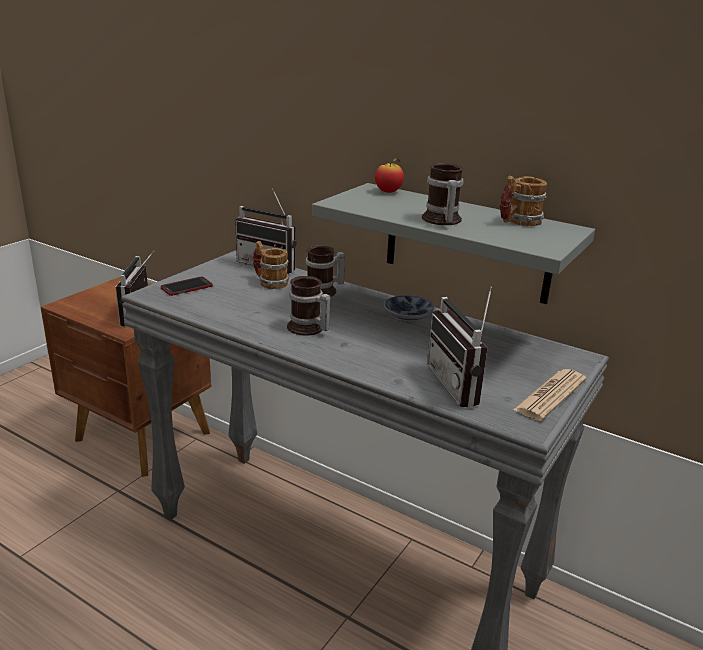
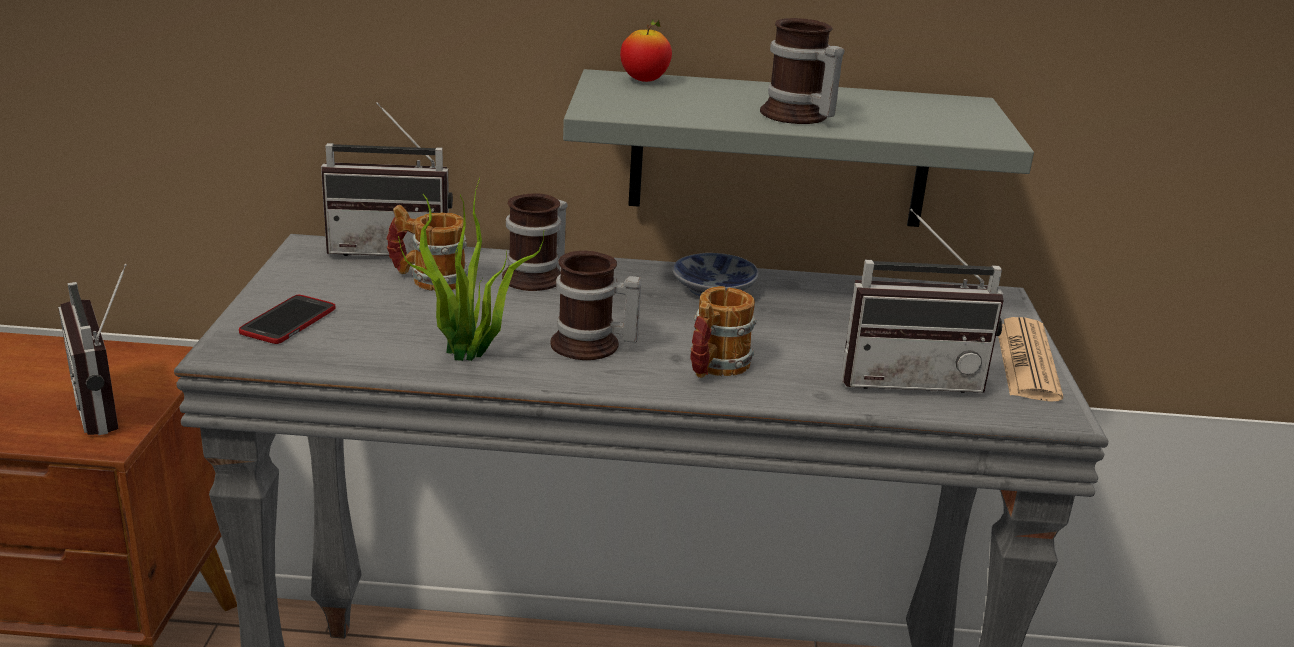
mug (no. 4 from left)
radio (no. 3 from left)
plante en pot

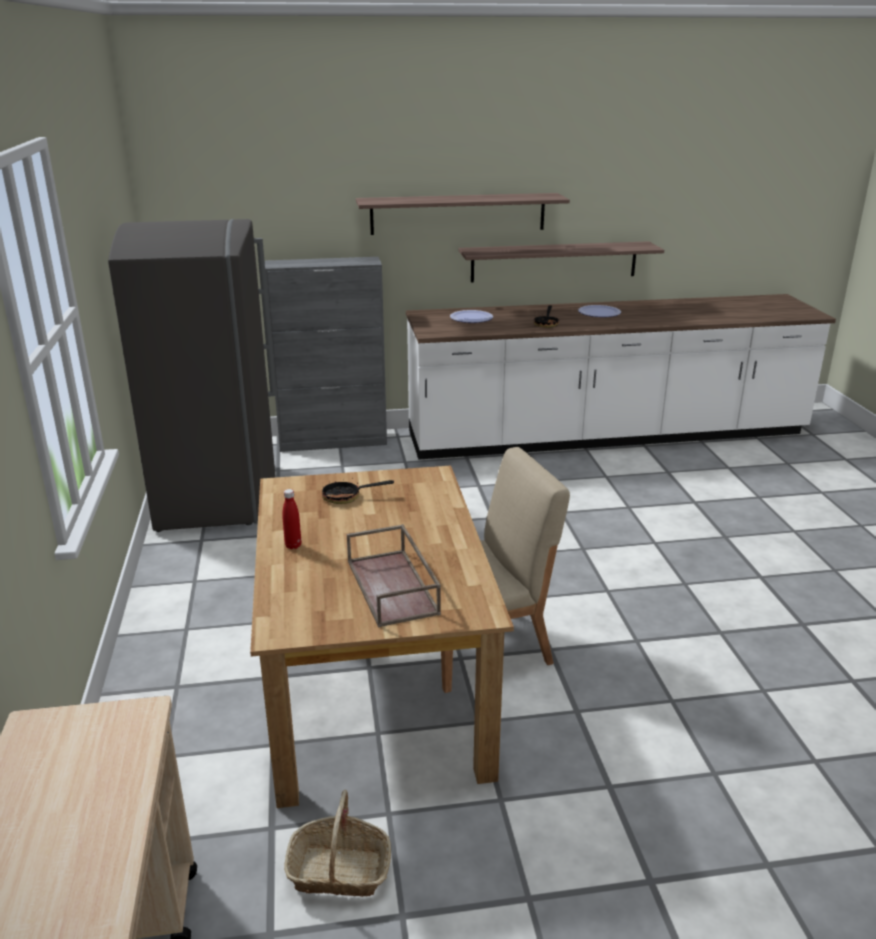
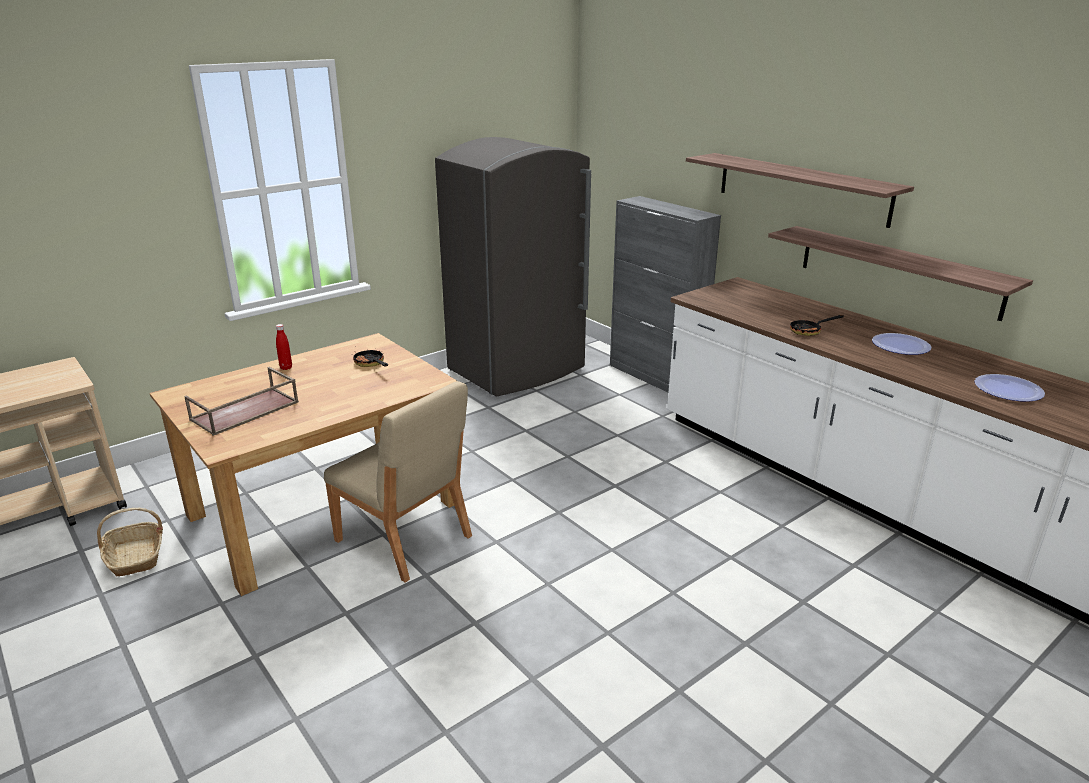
assiette (no. 2 from left)

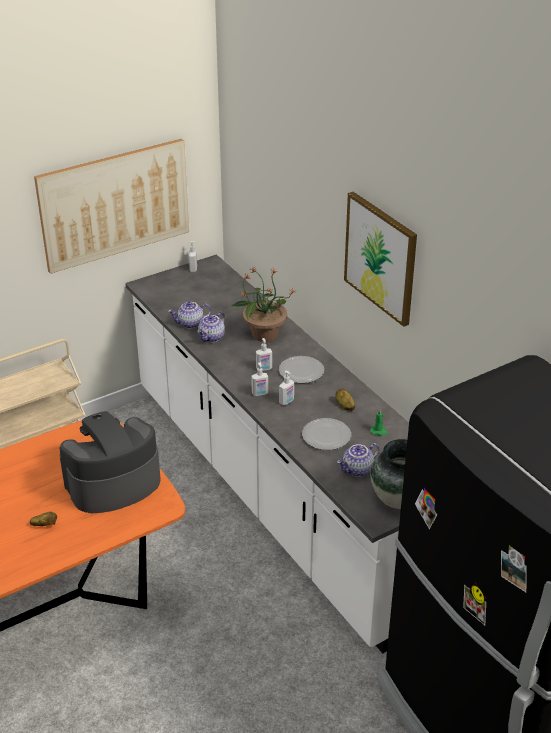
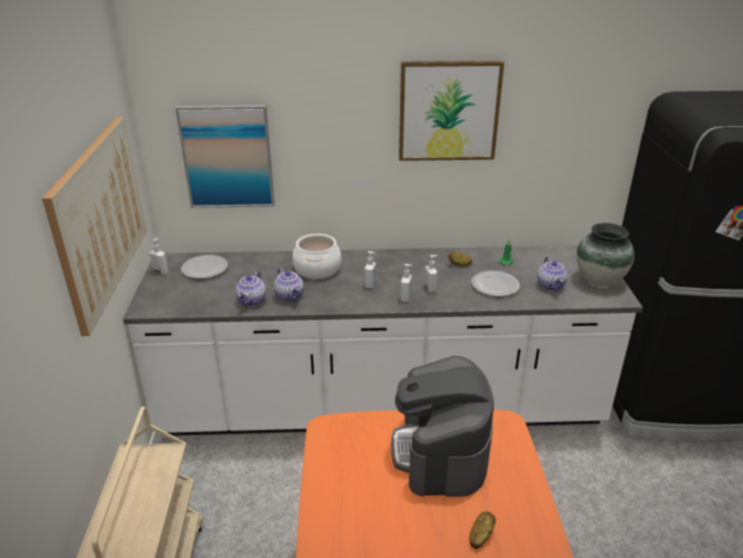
marmite
assiette (no. 1 from left)
tableau (no. 2 from left)

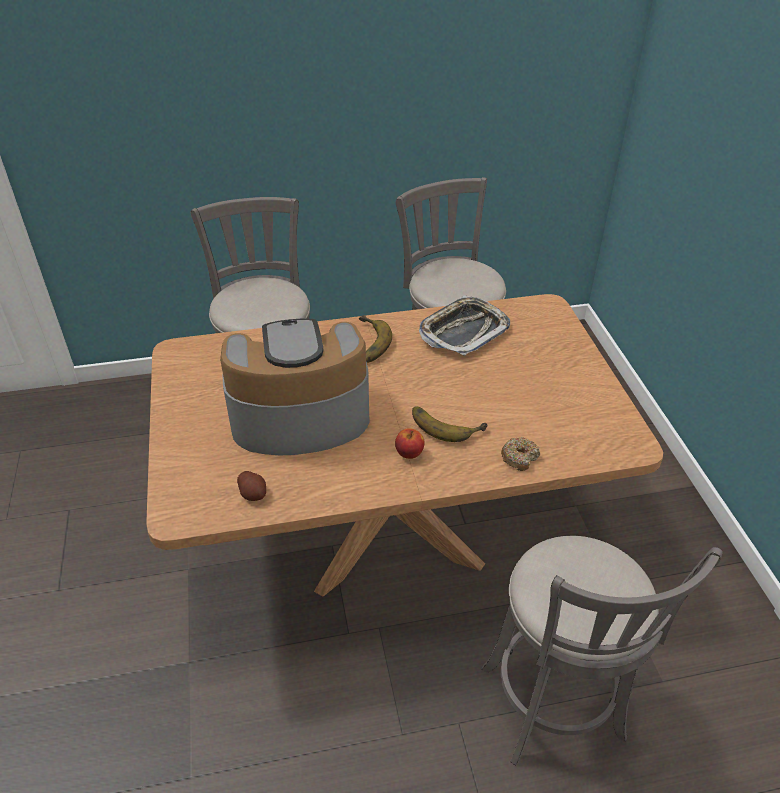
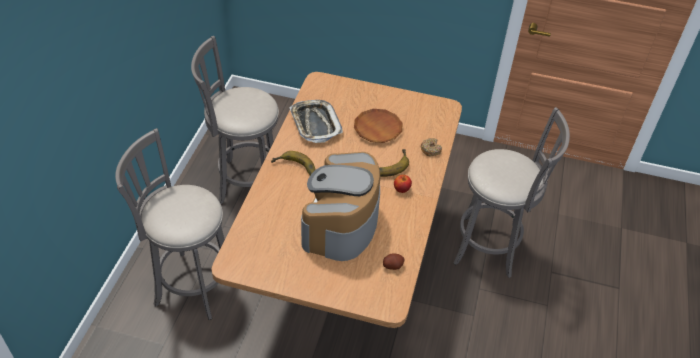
assiette/marron

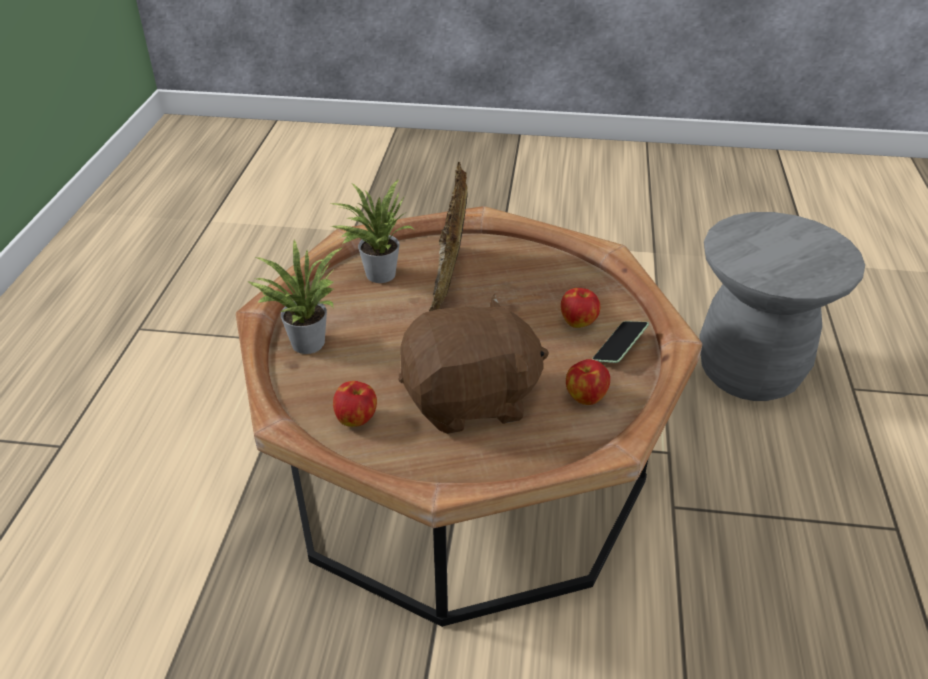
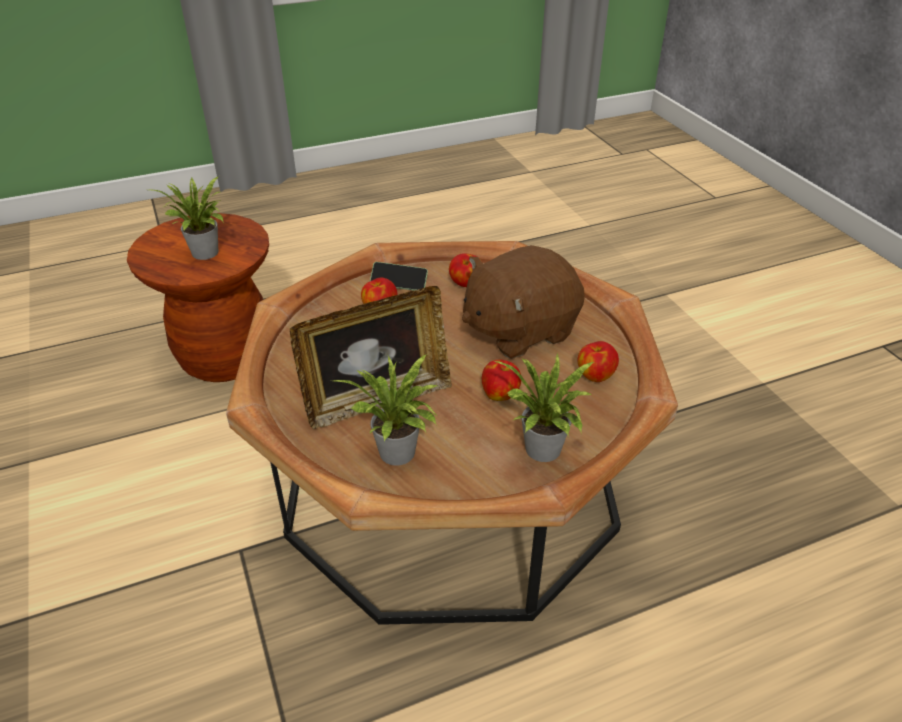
tabouret/marron
peluche/marron
plante en pot (no. 1 from left)
pomme (no. 3 from left)

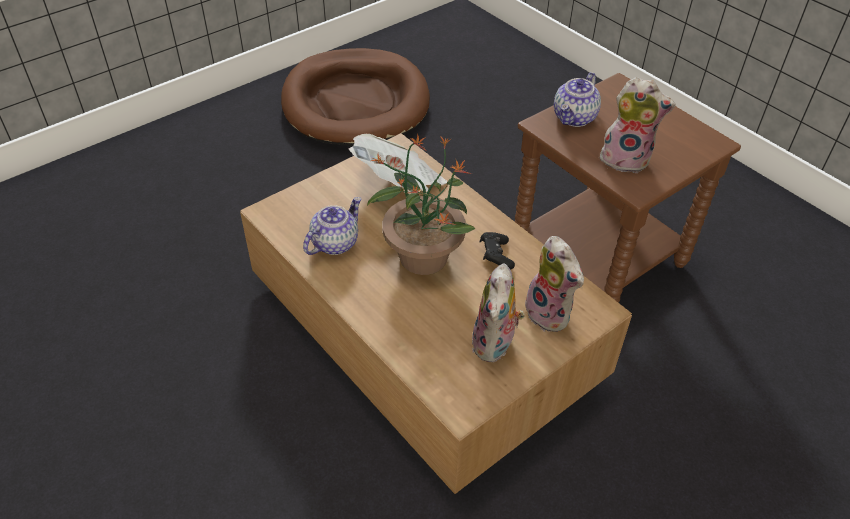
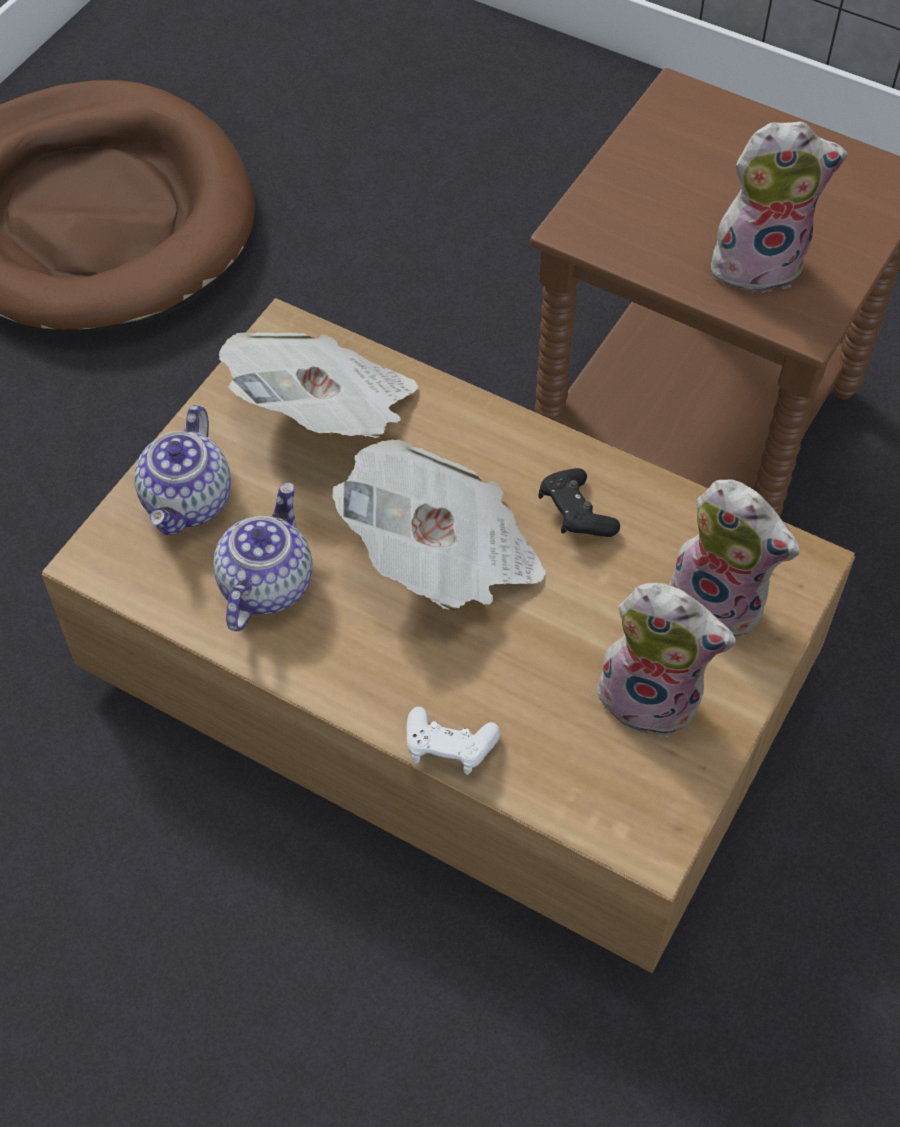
théière (no. 1 from left)
journal (no. 2 from left)
peluche (no. 1 from left)
manette/blanc

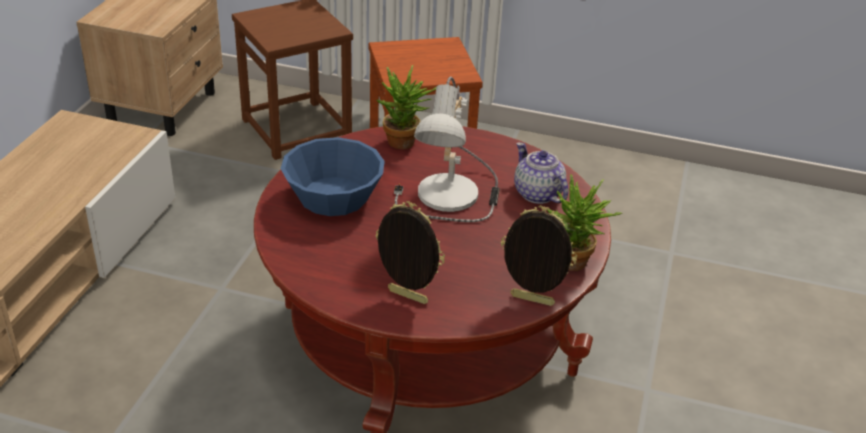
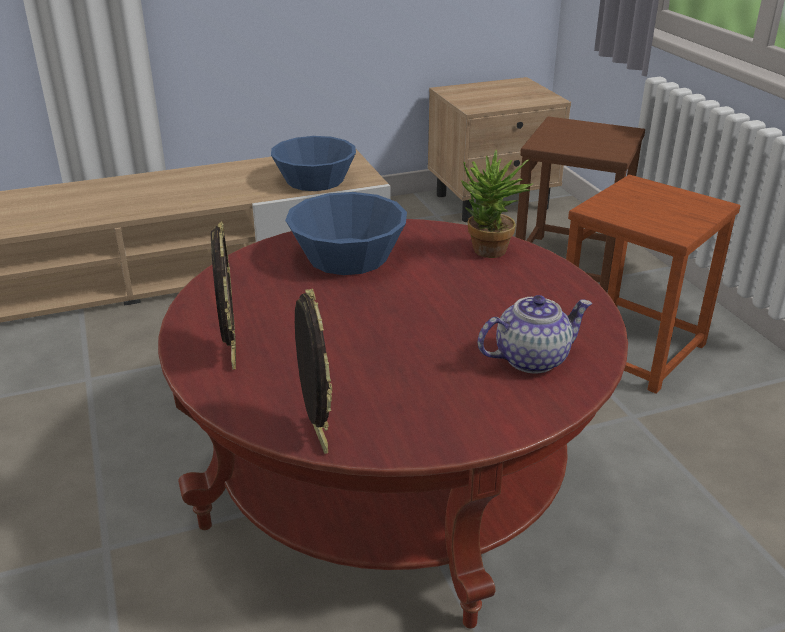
lampe de table
théière
plante en pot (no. 2 from left in the first image)
bol/bleu (no. 1 from left)

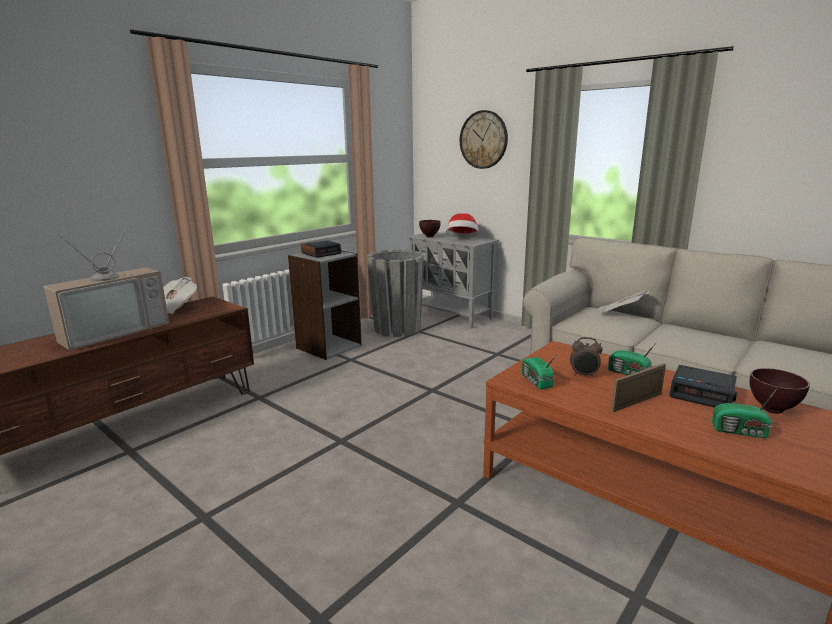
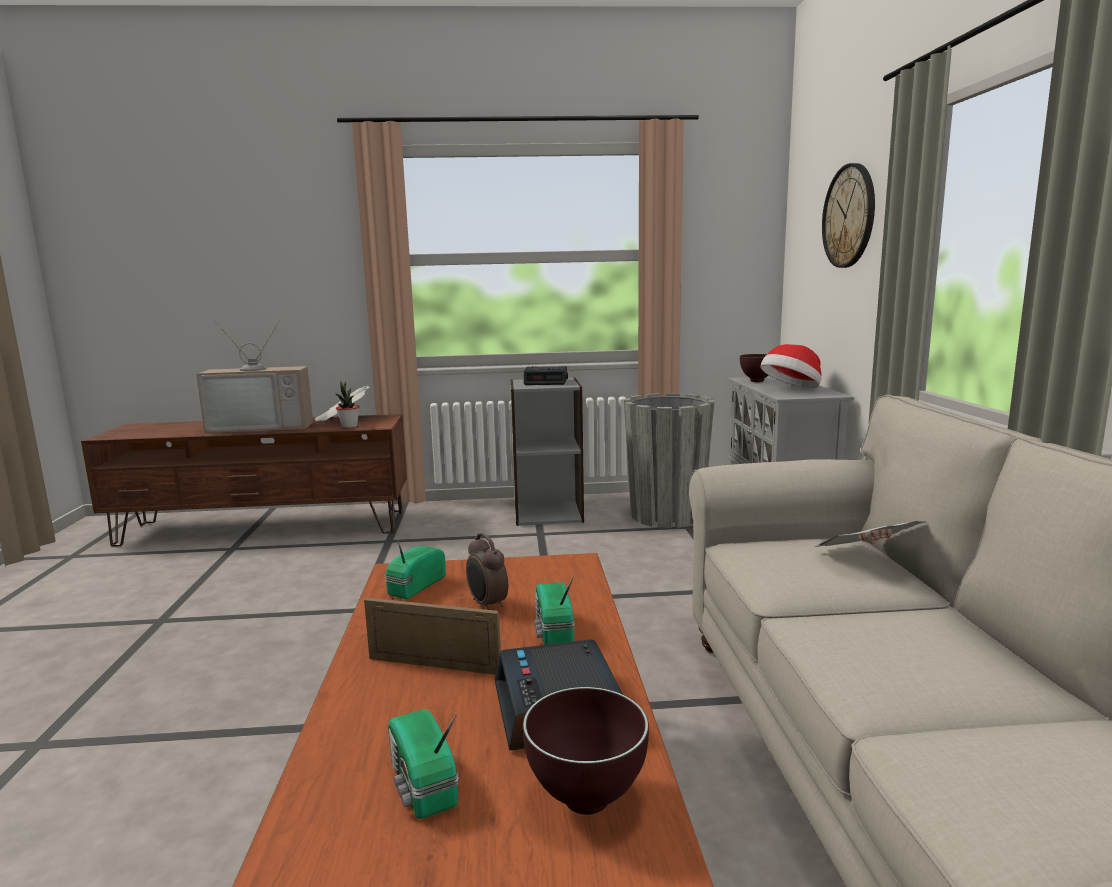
plante en pot

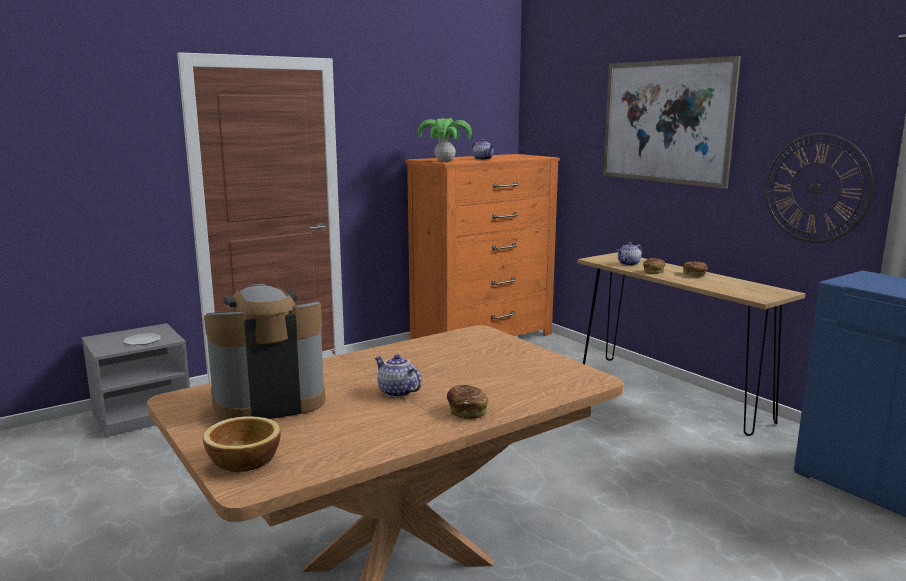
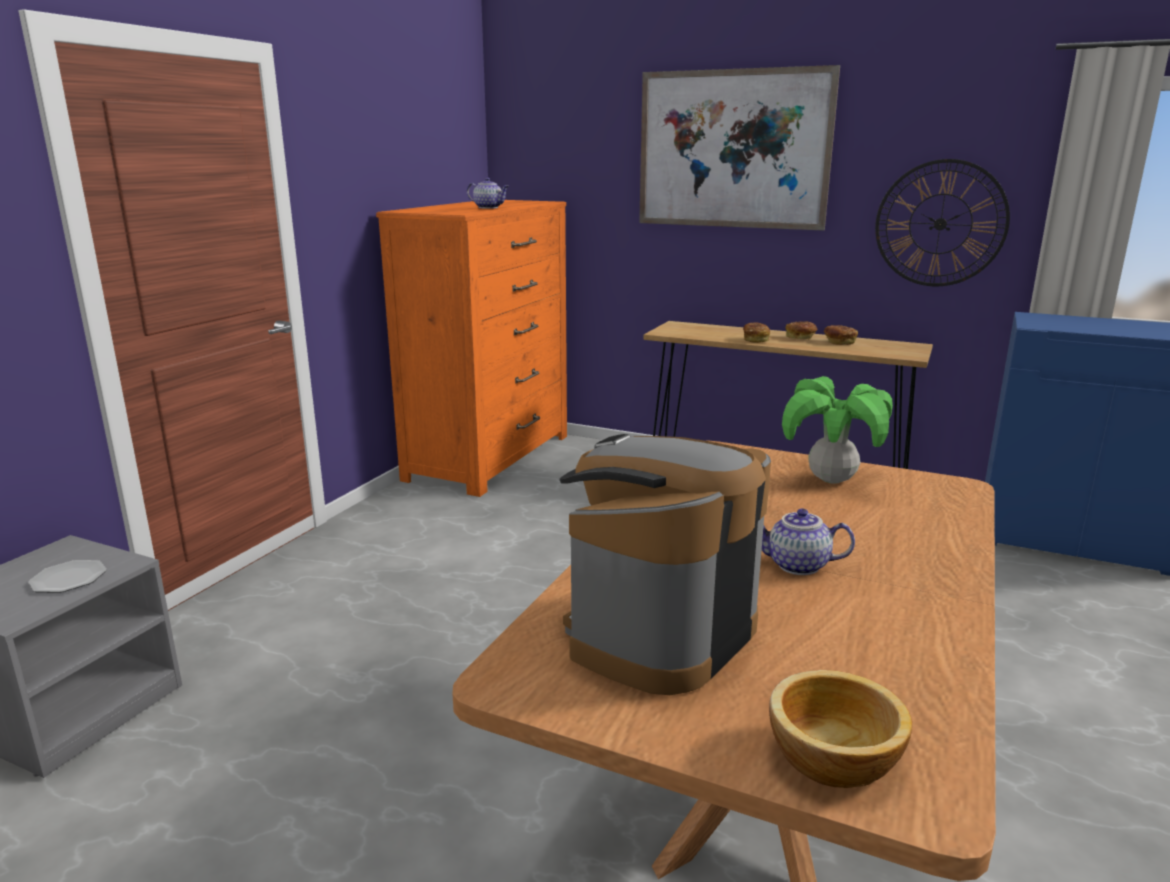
plante en pot
théière (no. 3 from left in the first image)
pain (no. 3 from left)

